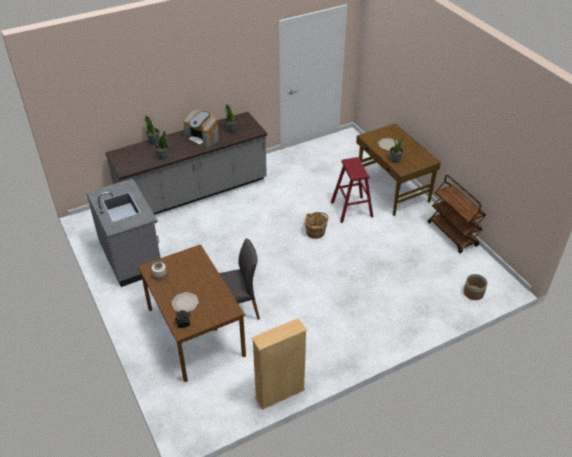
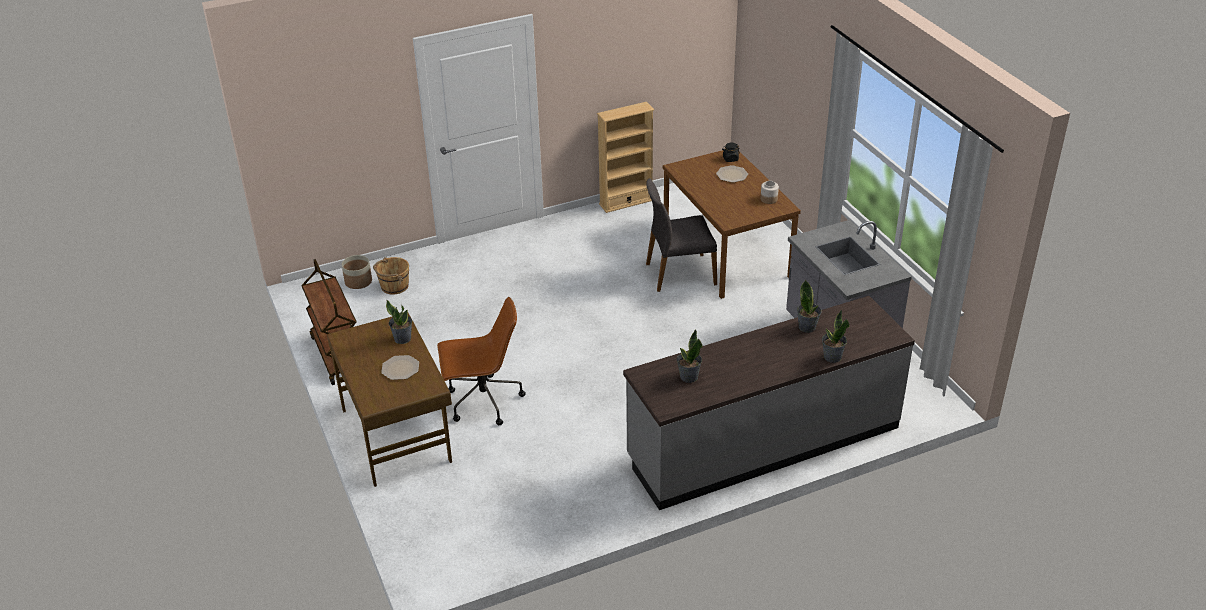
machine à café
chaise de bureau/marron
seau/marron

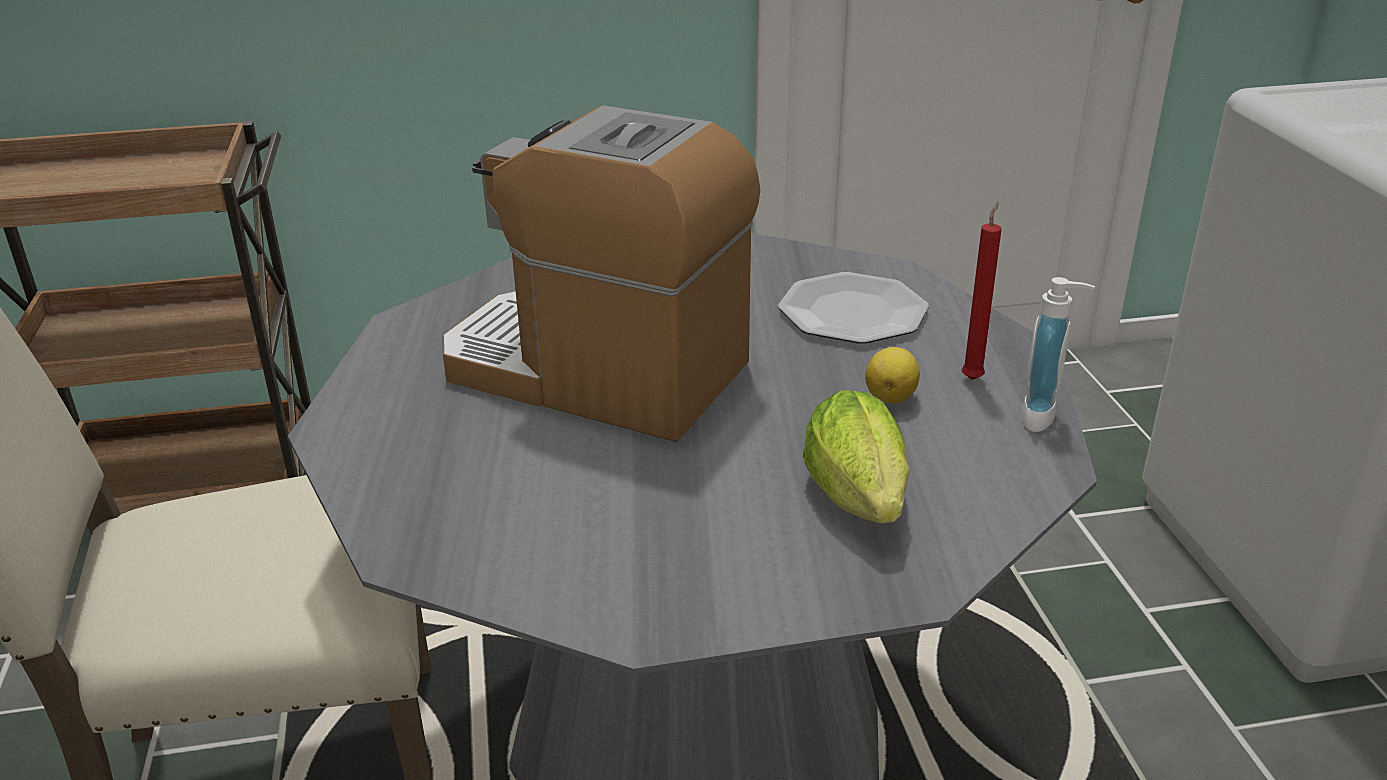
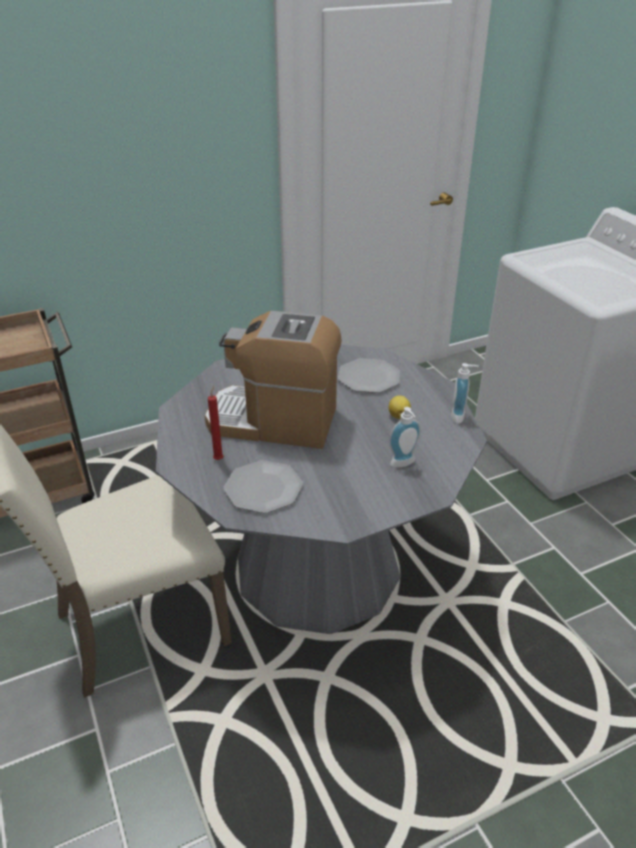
bougie/rouge
distributeur de savon (no. 1 from left)
assiette (no. 1 from left)

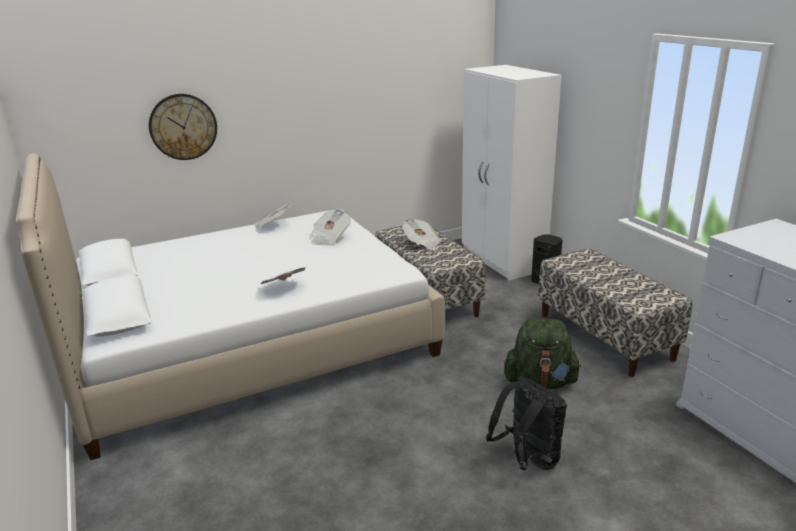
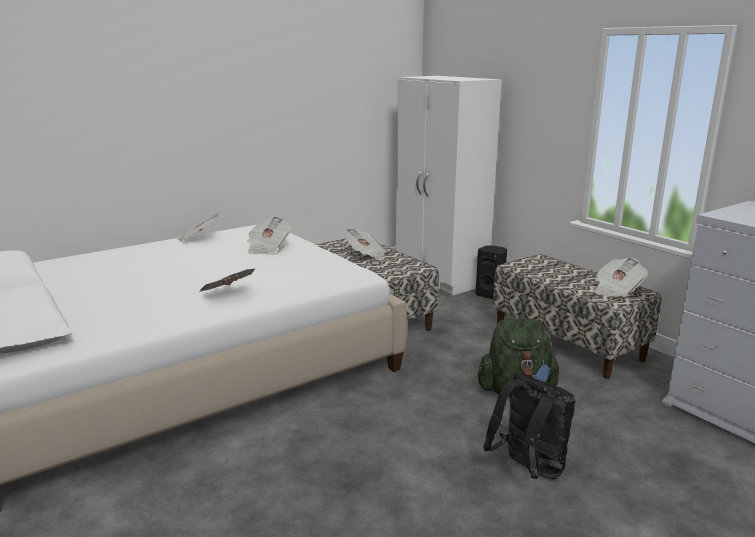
horloge murale
journal (no. 5 from left)

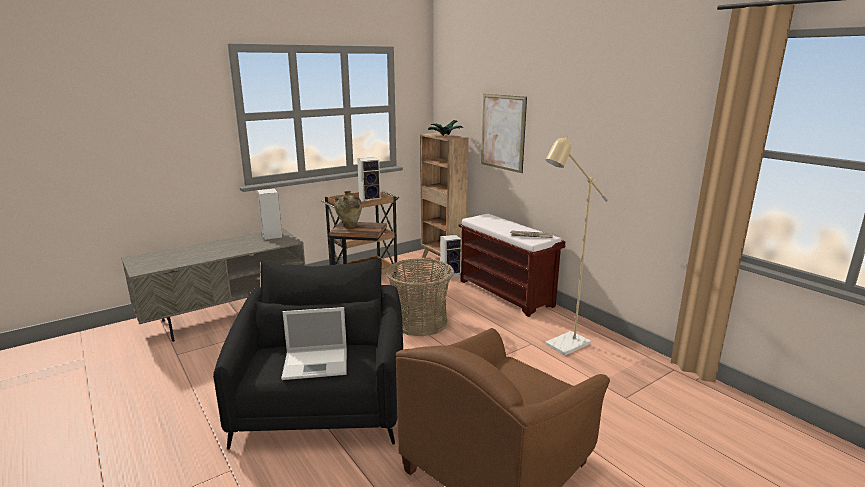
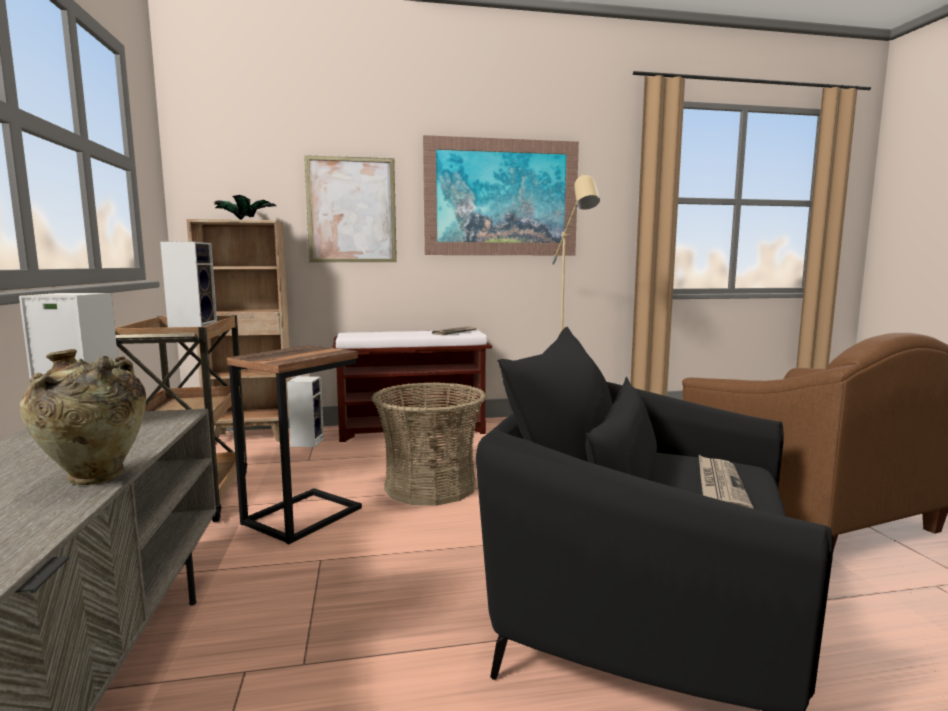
vase/beige
journal (no. 2 from left)
tableau (no. 2 from left)

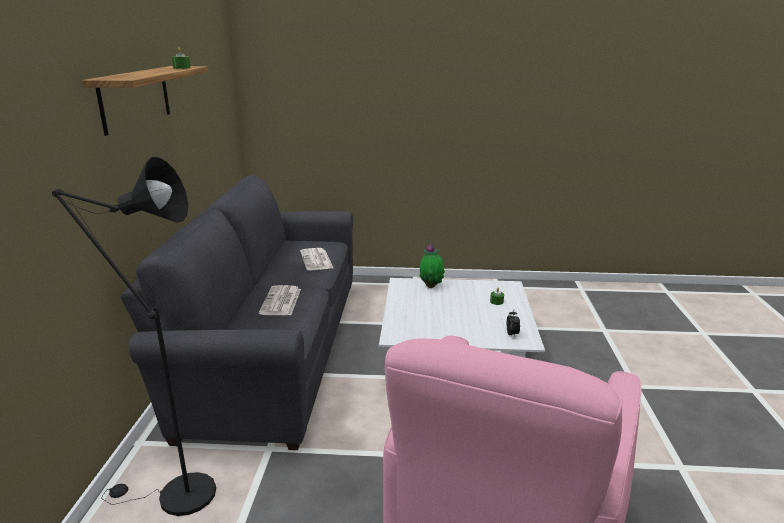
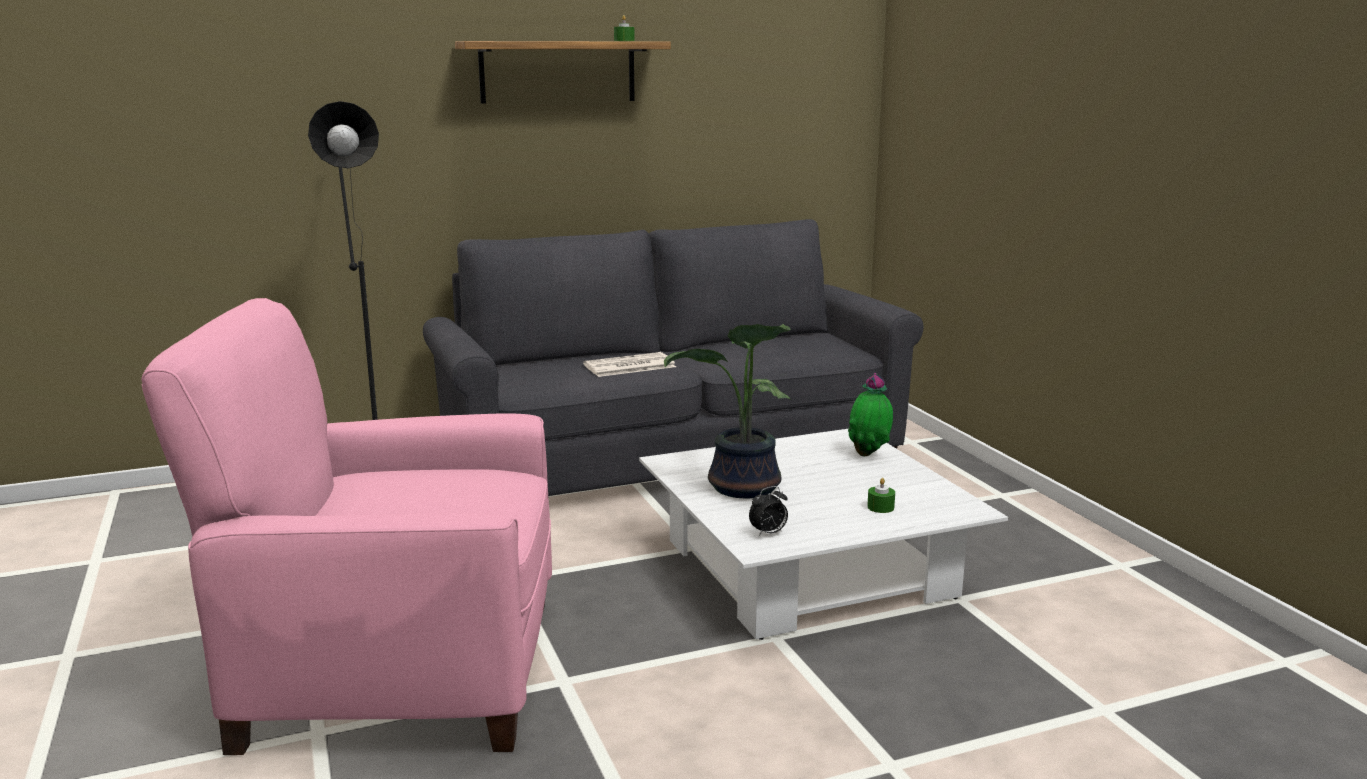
journal (no. 2 from left in the first image)
plante en pot (no. 1 from left)

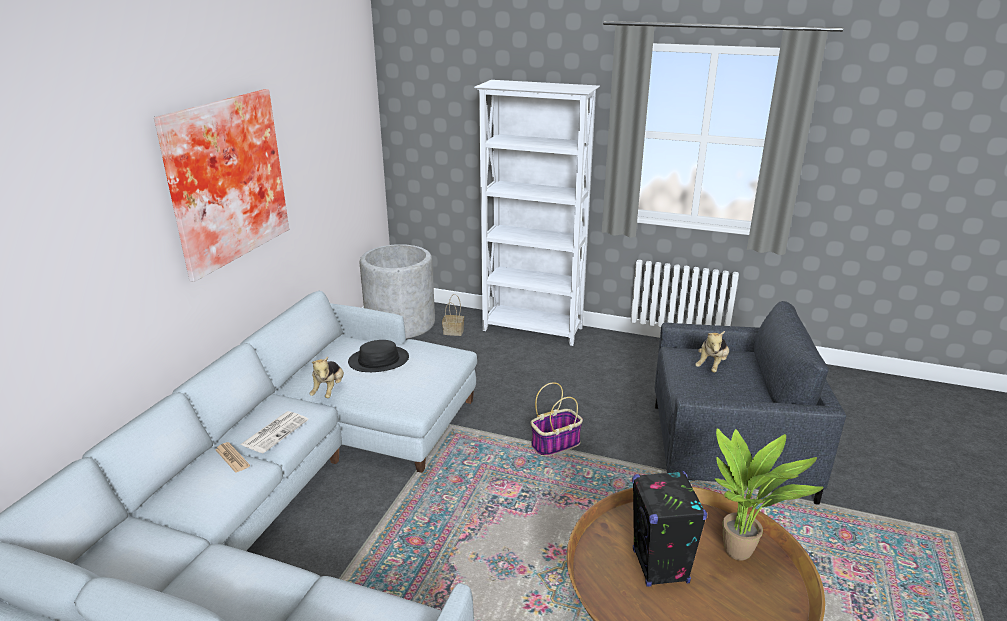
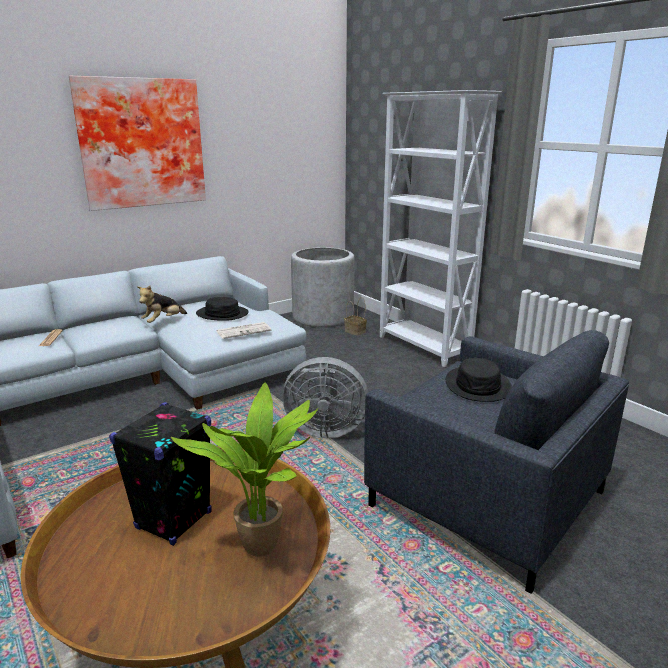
chapeau/noir (no. 2 from left)
ventilateur/gris
journal (no. 2 from left)

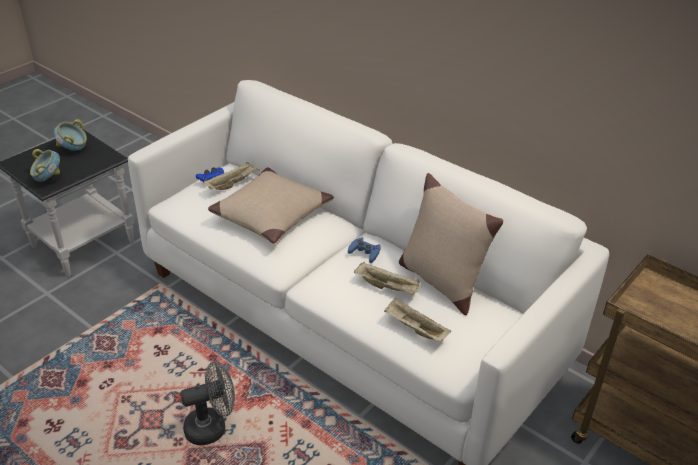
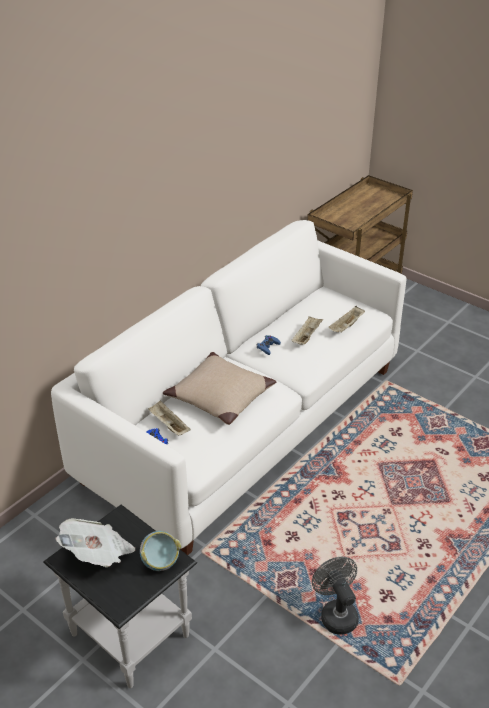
journal
coussin/beige (no. 2 from left in the first image)
ventilateur/gris

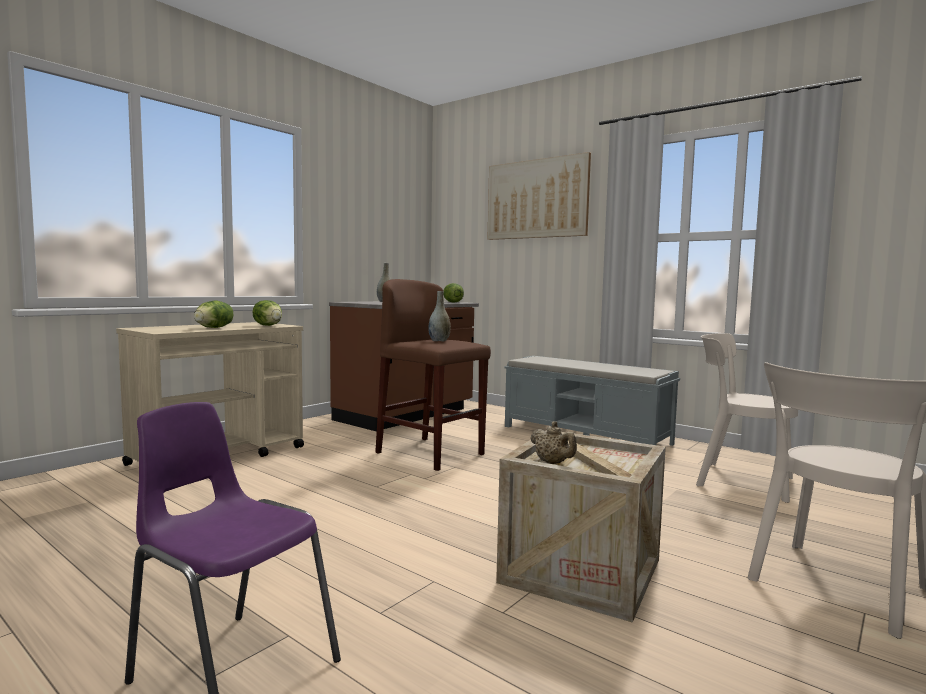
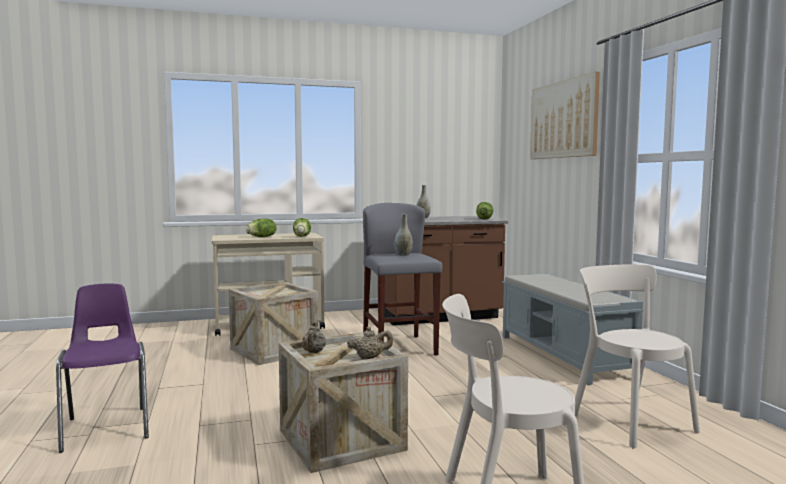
tabouret/gris
caisse (no. 1 from left)
théière/beige (no. 2 from left)

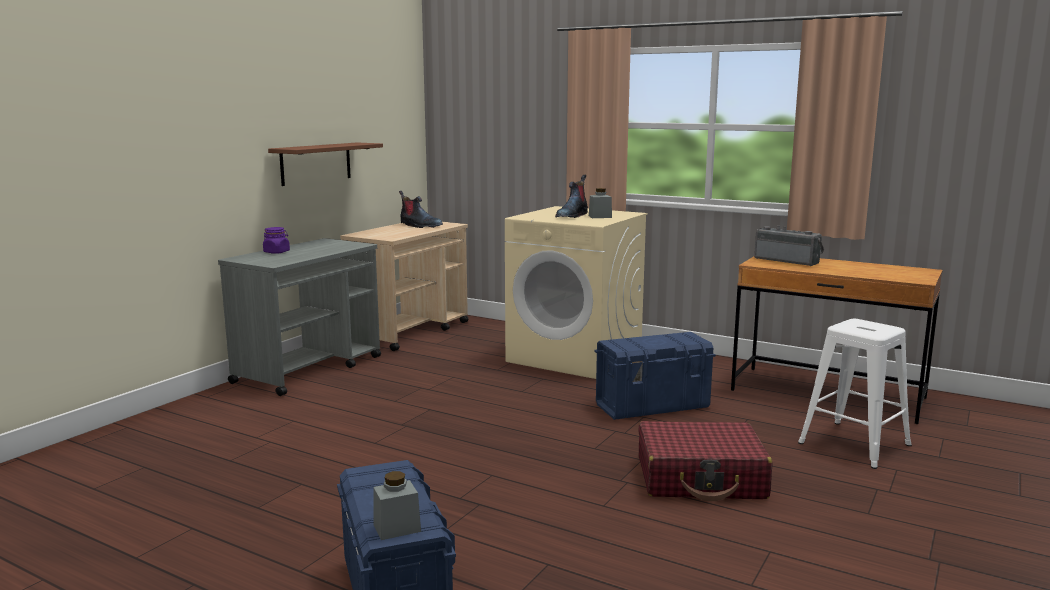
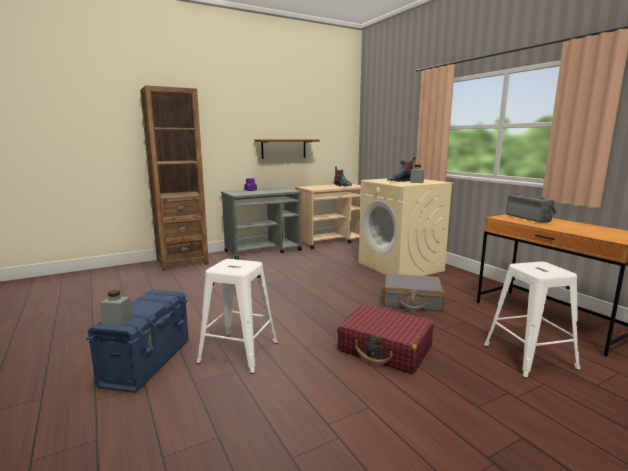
valise/gris
bibliothèque/marron
tabouret/blanc (no. 1 from left)

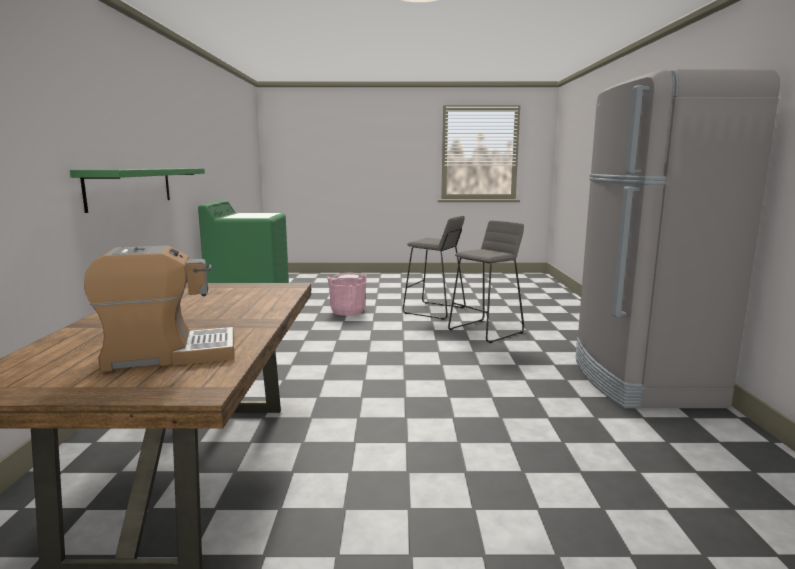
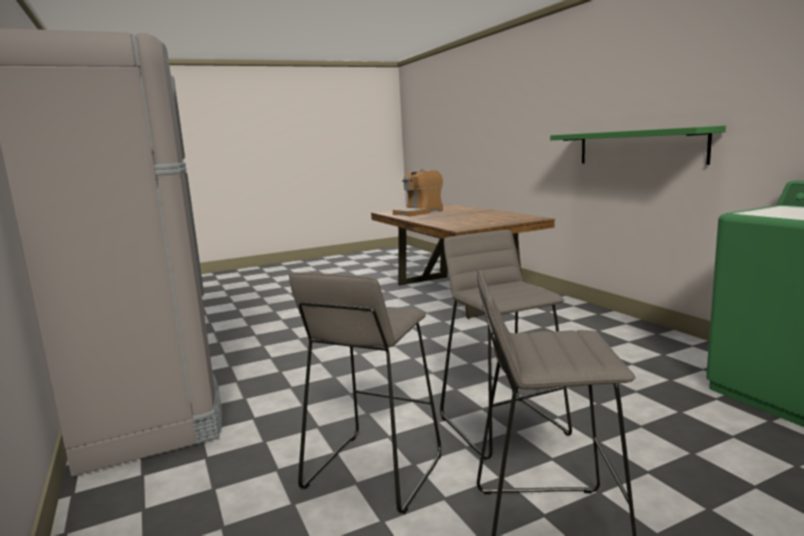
seau/rose
tabouret/gris (no. 2 from left)

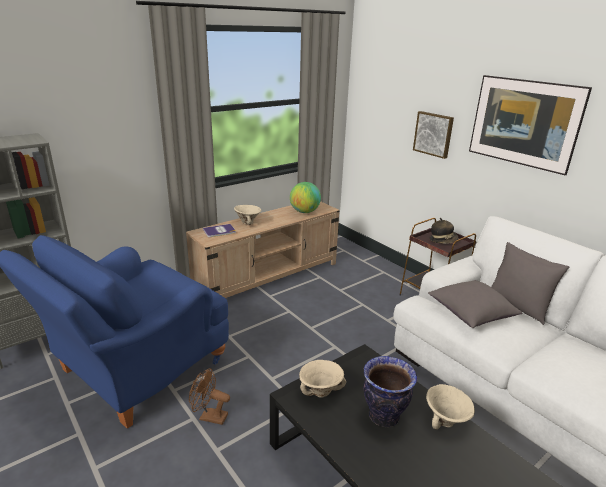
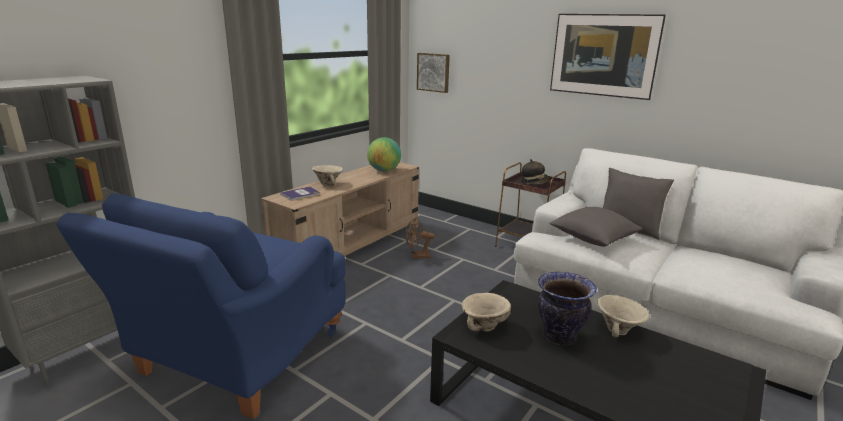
tableau (no. 1 from left)
ventilateur/marron

